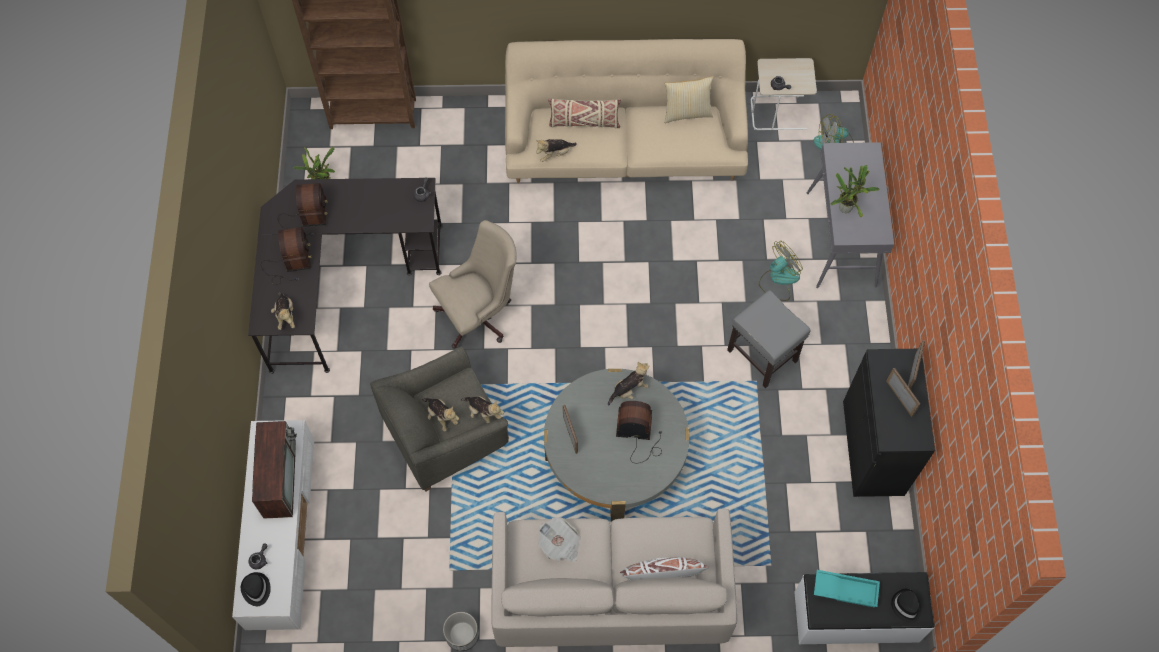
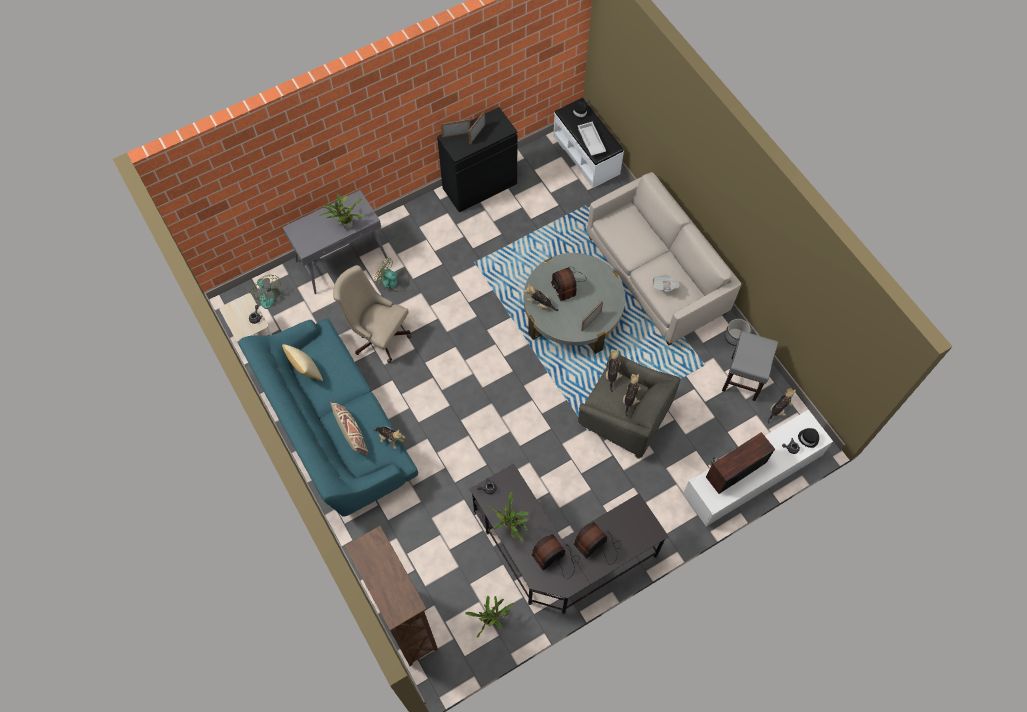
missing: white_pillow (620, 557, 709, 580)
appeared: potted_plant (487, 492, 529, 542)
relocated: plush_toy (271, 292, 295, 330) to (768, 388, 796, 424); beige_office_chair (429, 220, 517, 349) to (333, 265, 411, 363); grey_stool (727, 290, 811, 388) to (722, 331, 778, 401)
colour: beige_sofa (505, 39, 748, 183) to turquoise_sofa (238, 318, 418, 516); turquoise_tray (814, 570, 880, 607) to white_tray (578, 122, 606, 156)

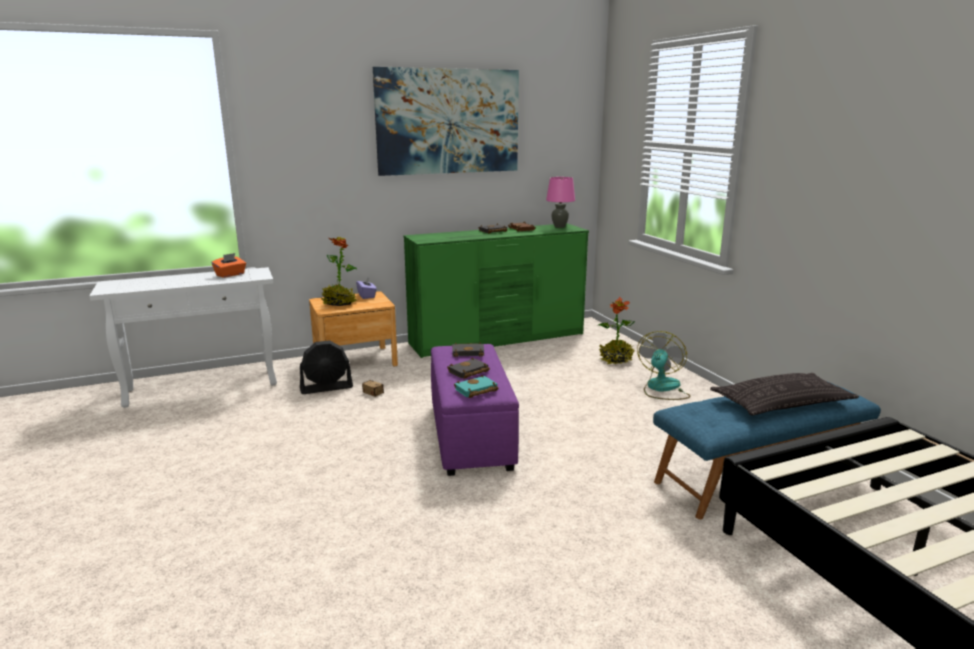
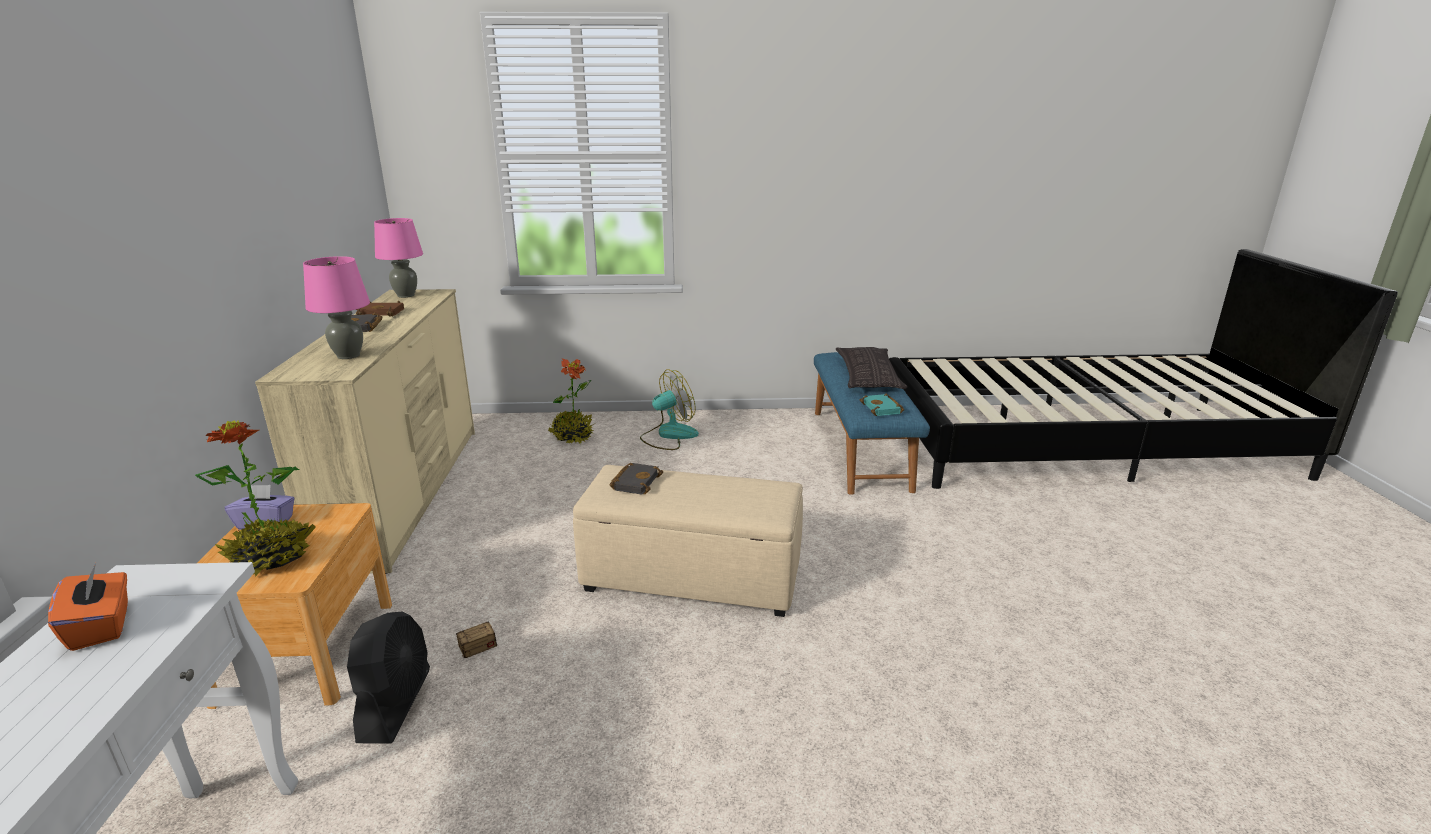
missing: picture (373, 67, 519, 176); black_book (447, 358, 490, 379)
appeared: pink_table_lamp (303, 256, 370, 359)
relocated: turquoise_book (454, 375, 498, 398) to (860, 394, 904, 416)
colour: green_dresser (403, 223, 589, 358) to beige_dresser (255, 289, 475, 574); purple_ottoman (431, 344, 519, 476) to beige_ottoman (573, 465, 803, 617)
spun: fan (637, 331, 691, 400) = (640, 369, 699, 450) 105 degrees clockwise

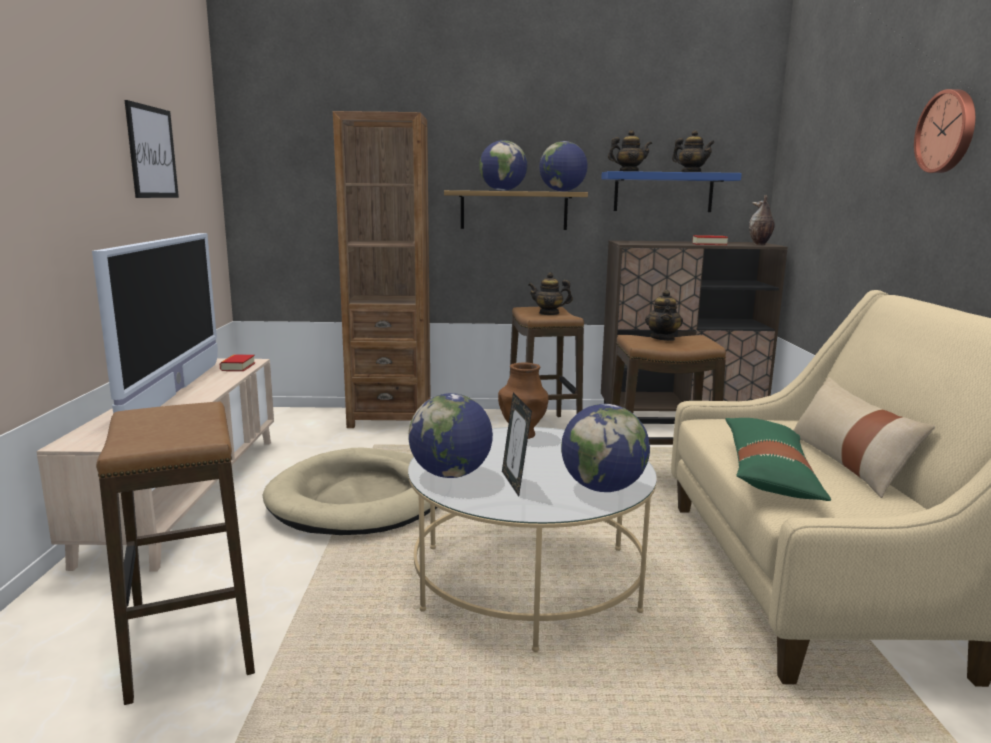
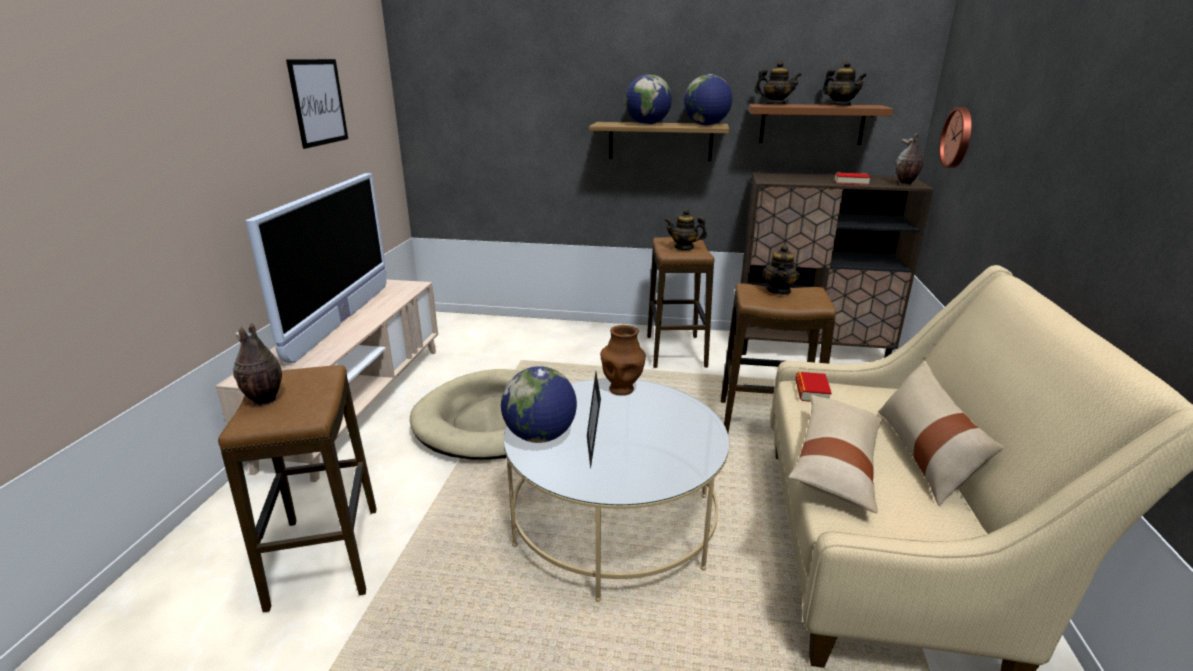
missing: brown_bookcase (333, 111, 431, 428); globe (561, 404, 650, 492)
appeared: vase (233, 322, 282, 406)
relocated: book (220, 354, 255, 371) to (795, 372, 832, 402); wall_clock (914, 89, 976, 173) to (939, 107, 972, 168)
colour: blue_shelf (601, 171, 742, 212) to brown_shelf (748, 104, 893, 145); green_pillow (725, 418, 831, 501) to beige_pillow (788, 395, 883, 513)

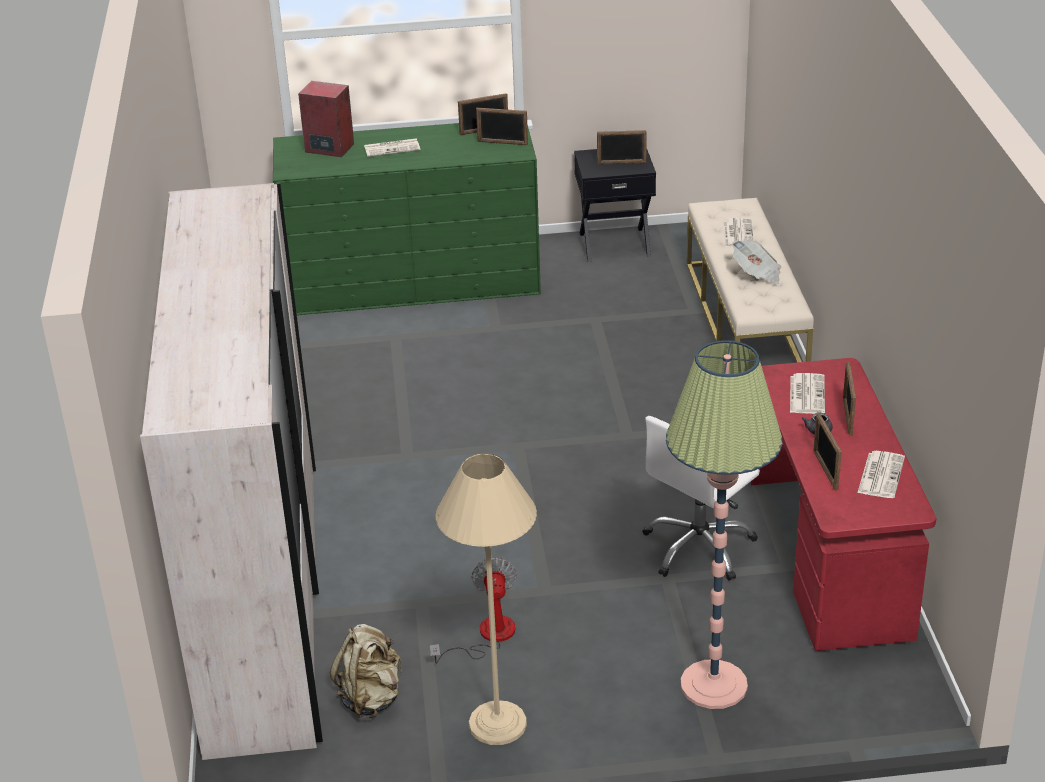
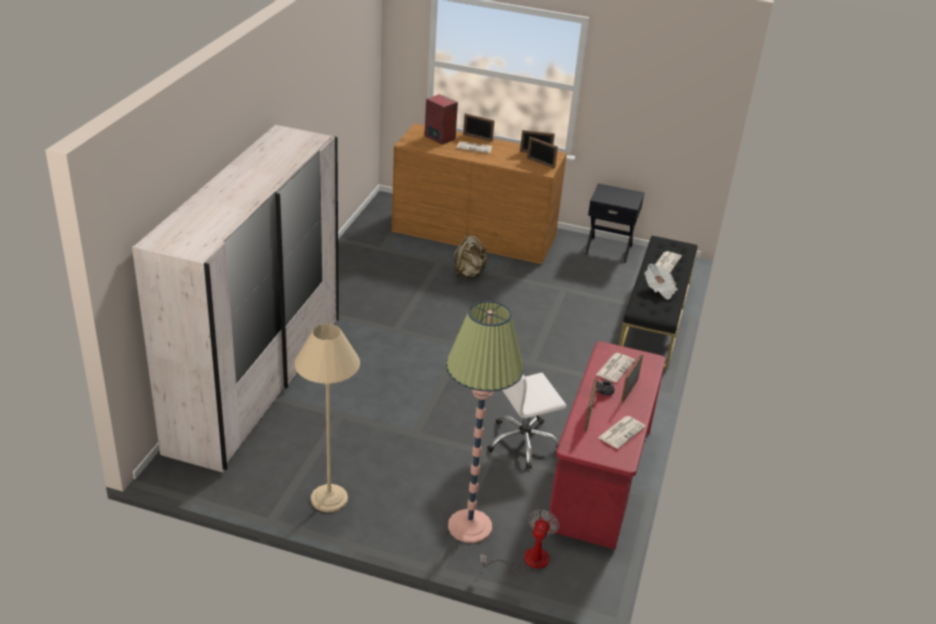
relocated: beige_backpack (330, 624, 403, 718) to (453, 233, 487, 279); fan (430, 557, 517, 664) to (480, 509, 560, 575); picture_frame (597, 130, 647, 165) to (463, 113, 495, 142)
colour: green_dresser (273, 123, 541, 315) to brown_dresser (392, 123, 567, 264); beige_bench (687, 198, 814, 363) to black_bench (619, 236, 698, 369)

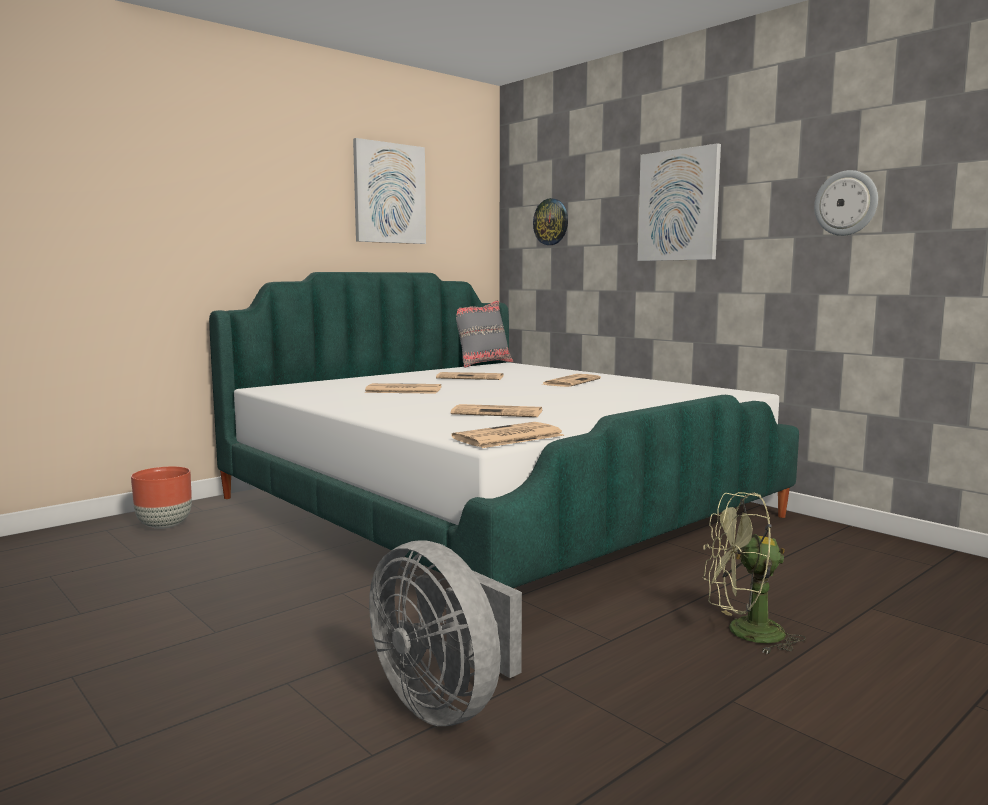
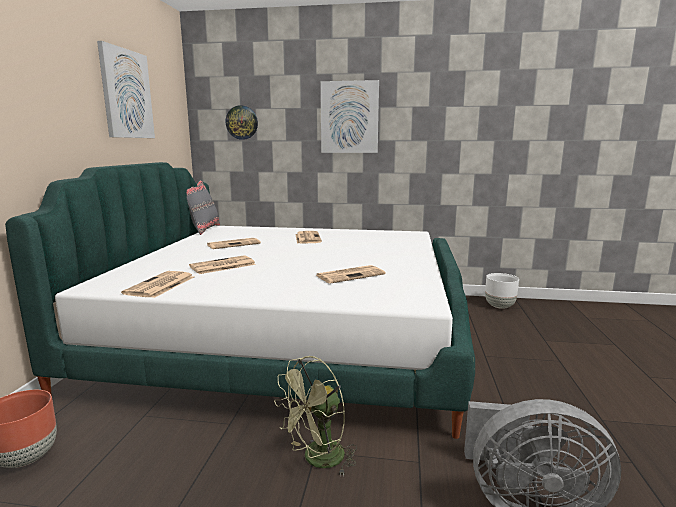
missing: wall_clock (814, 170, 878, 236)
appeared: white_planter (485, 273, 519, 309)
relocated: newspaper (451, 422, 564, 448) to (121, 271, 194, 298); green_fan (703, 492, 806, 654) to (274, 356, 357, 477)

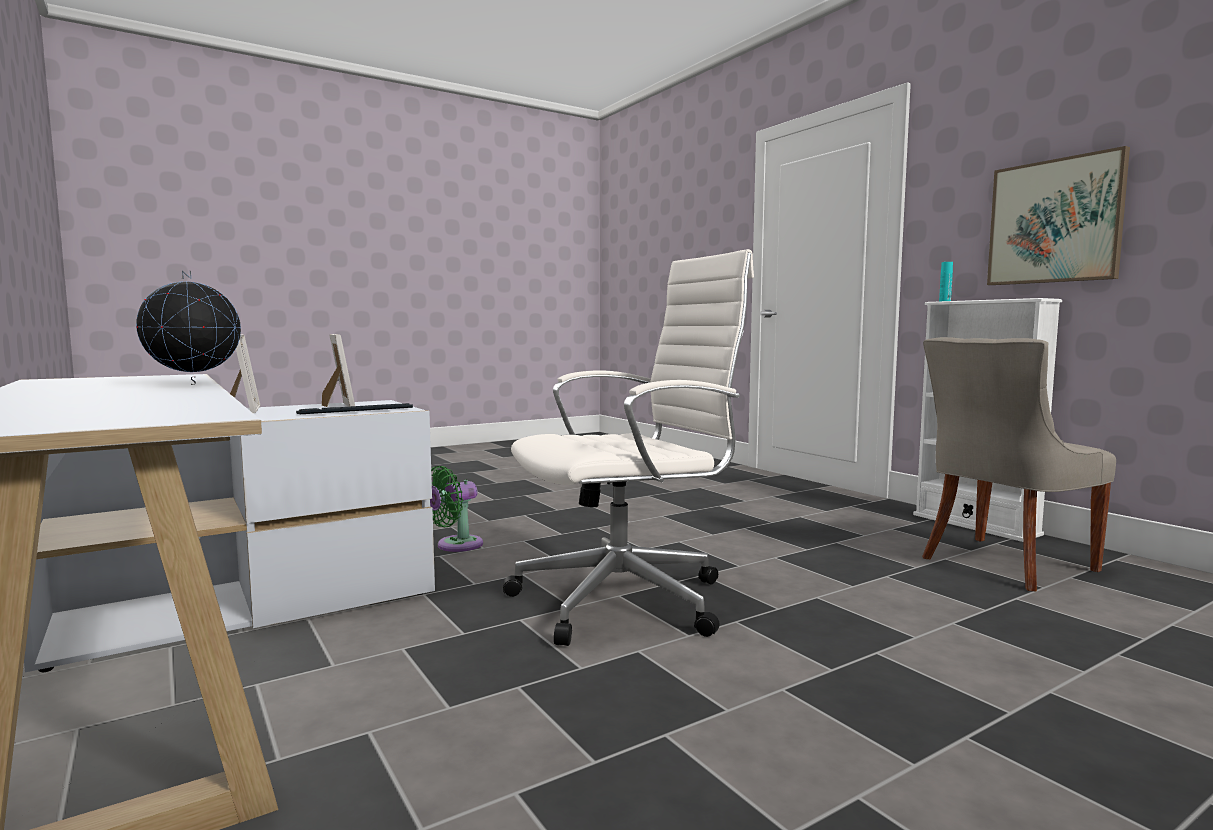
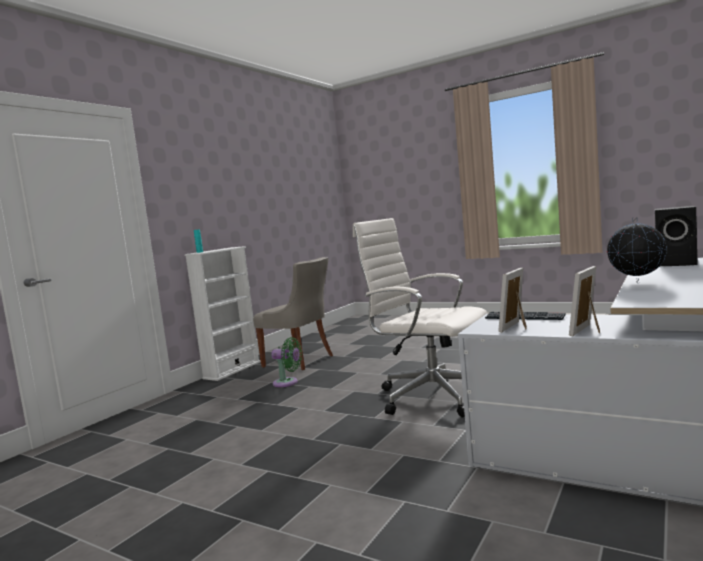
missing: picture (987, 146, 1130, 285)
appeared: black_speaker (655, 206, 697, 266)
relocated: green_fan (430, 466, 483, 552) to (271, 337, 302, 387)

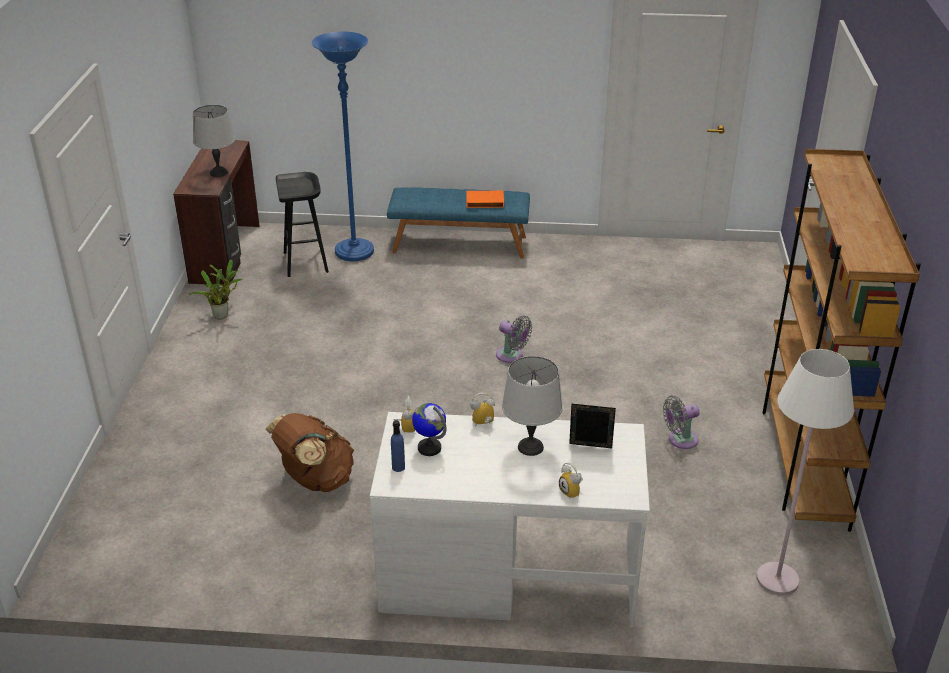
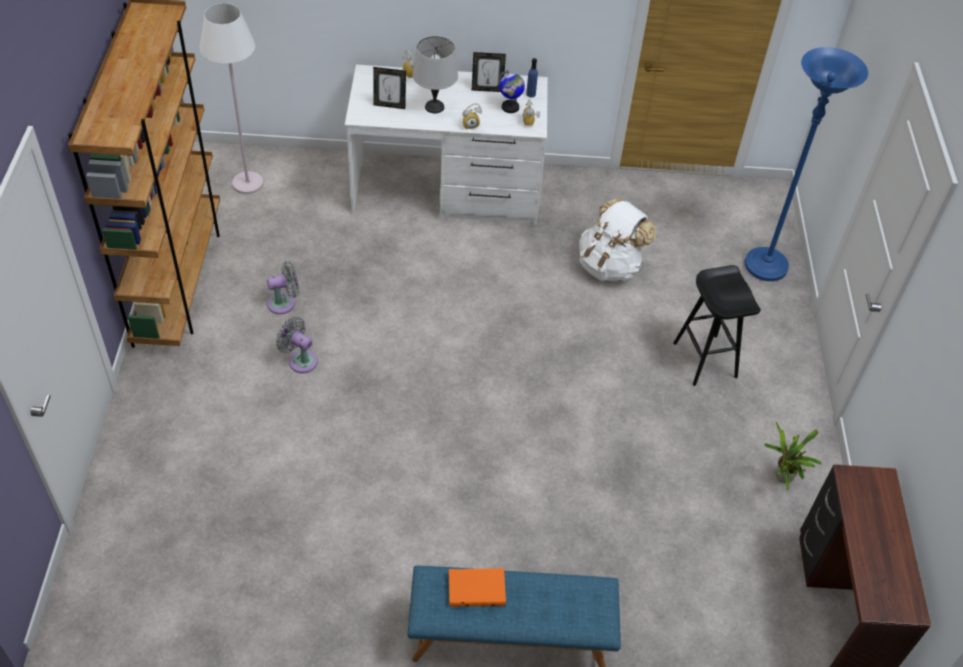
missing: grey_table_lamp (193, 105, 235, 177)
appeared: picture_frame (472, 52, 506, 92)
relocated: black_stool (276, 172, 329, 277) to (673, 265, 761, 386); blue_floor_lamp (312, 31, 374, 261) to (745, 47, 868, 281); grey_fan (496, 316, 532, 363) to (276, 317, 318, 373)
colour: brown_backpack (265, 413, 354, 492) to white_backpack (579, 198, 657, 281)

